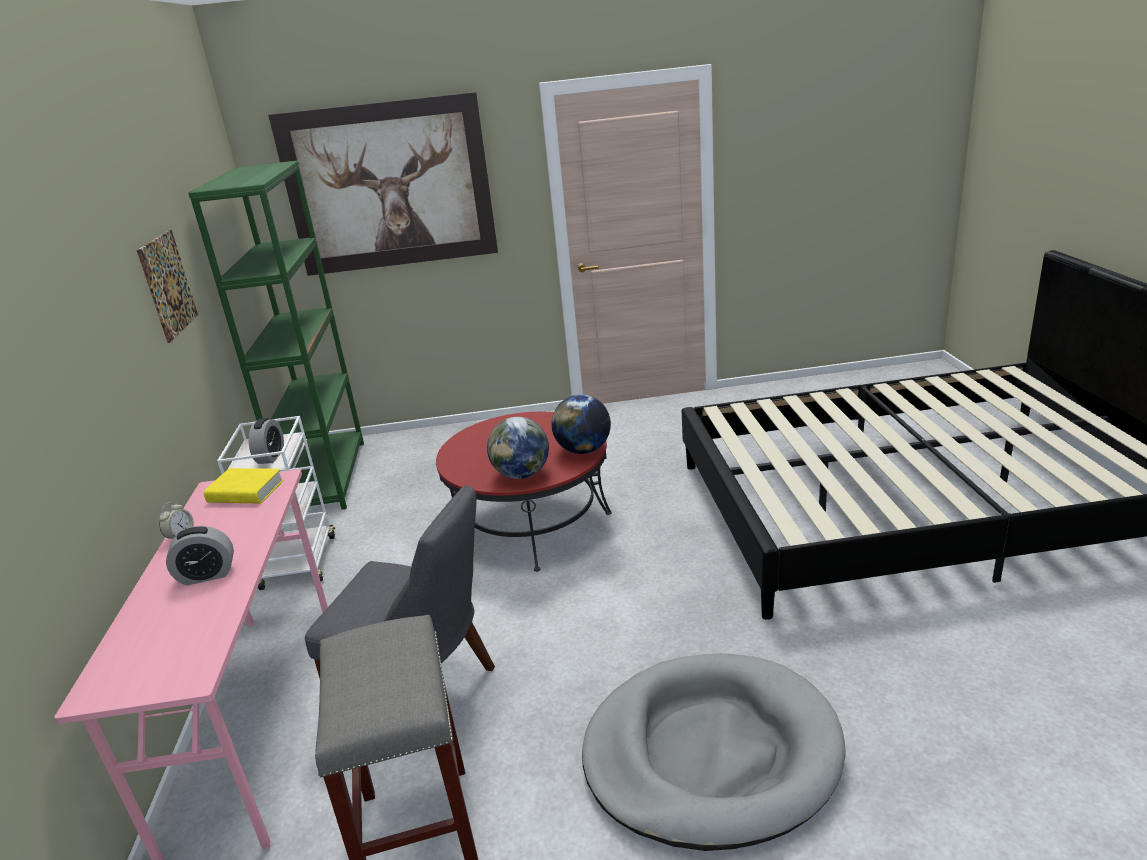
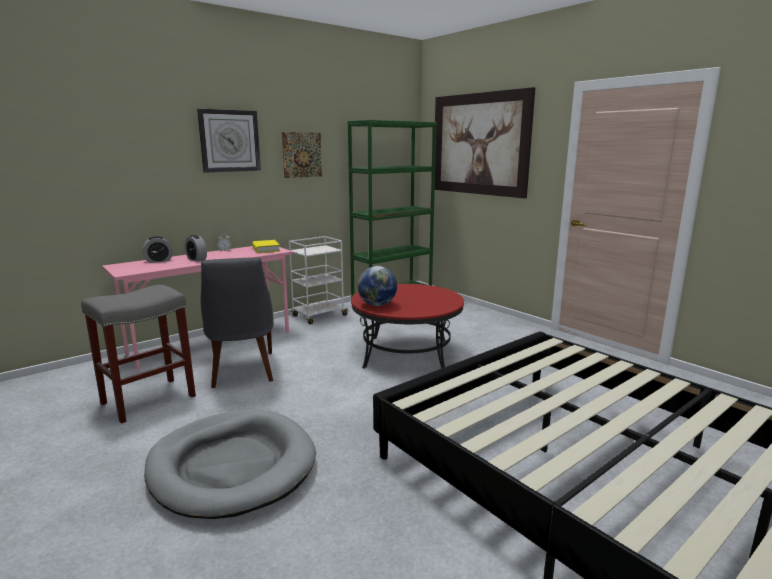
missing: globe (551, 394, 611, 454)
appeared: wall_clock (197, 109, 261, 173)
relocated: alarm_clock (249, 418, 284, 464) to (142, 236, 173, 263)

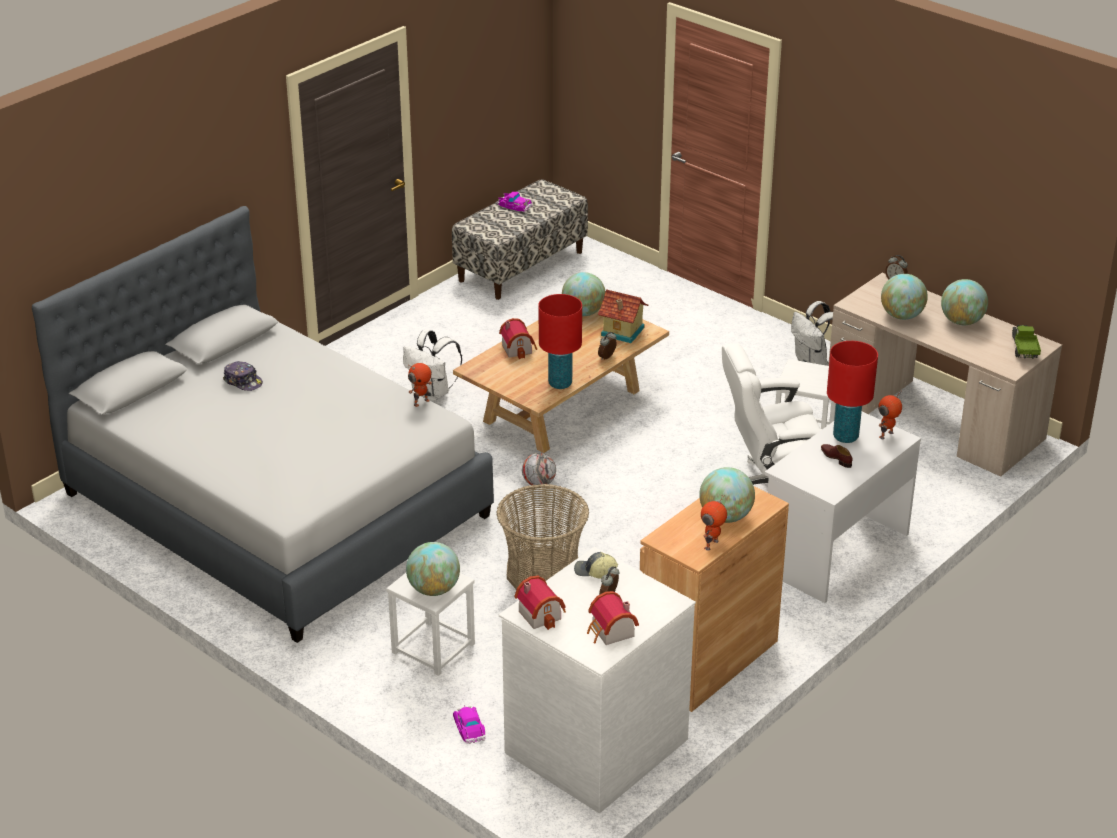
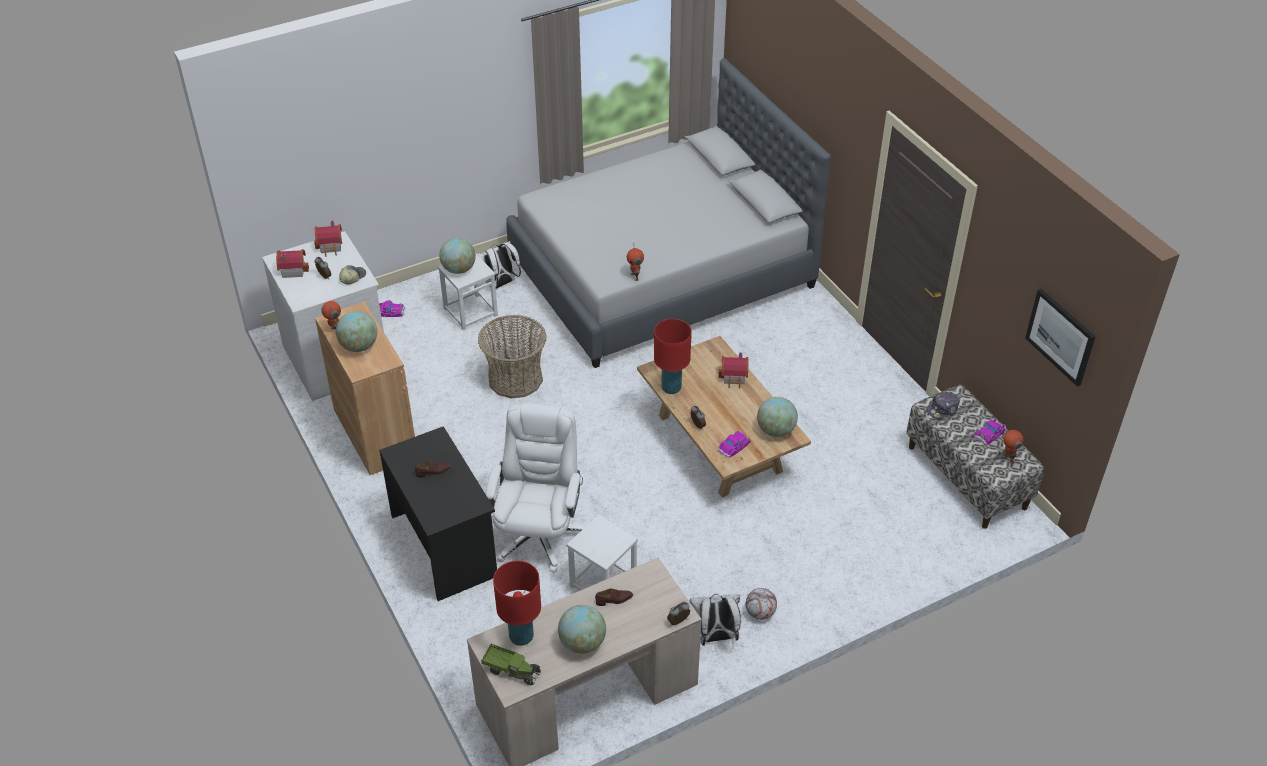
appeared: picture (1025, 289, 1096, 387)
relocated: cap (223, 361, 263, 391) to (927, 392, 959, 419); white_backpack (403, 329, 462, 401) to (477, 241, 521, 289); football (522, 453, 556, 485) to (746, 588, 777, 620); red_table_lamp (827, 341, 878, 443) to (493, 561, 541, 646); toy_robot (878, 391, 902, 439) to (1003, 430, 1023, 464)
exchanged: toy_house (598, 289, 649, 343) to toy_car (717, 431, 751, 458); globe (881, 274, 928, 320) to brown_shoe (595, 589, 633, 606)
colour: white_desk (765, 412, 921, 603) to black_desk (379, 426, 497, 601)

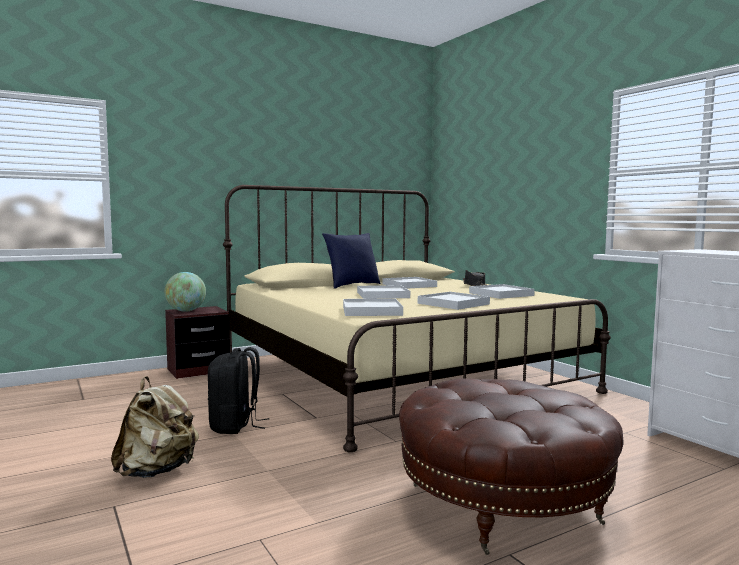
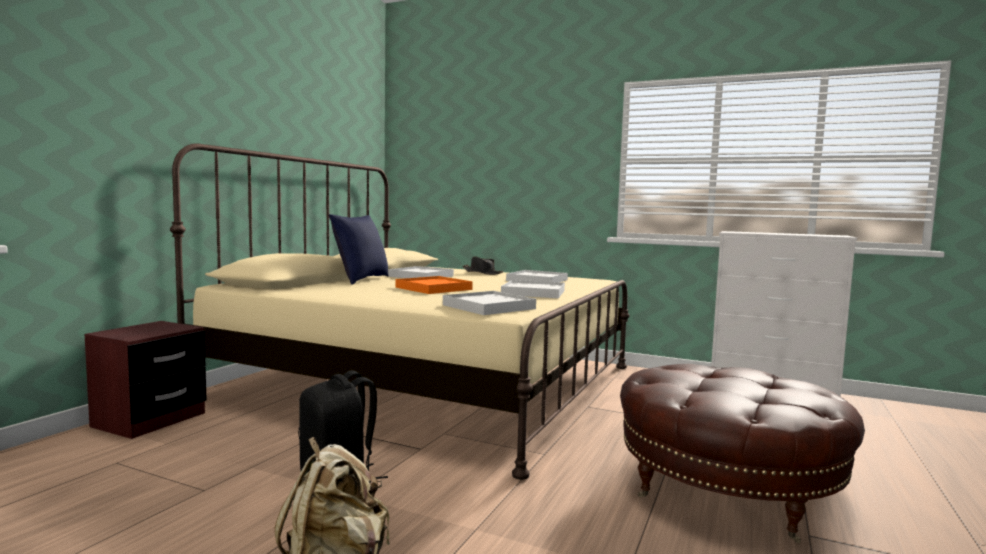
missing: globe (165, 272, 206, 312)
colour: white_tray (357, 285, 410, 299) to orange_tray (396, 276, 473, 294)

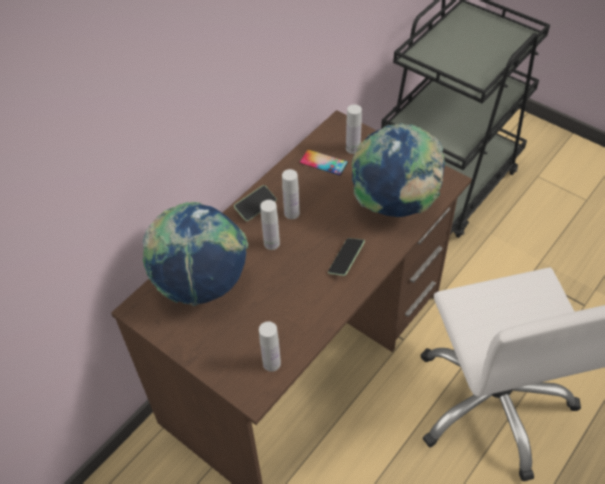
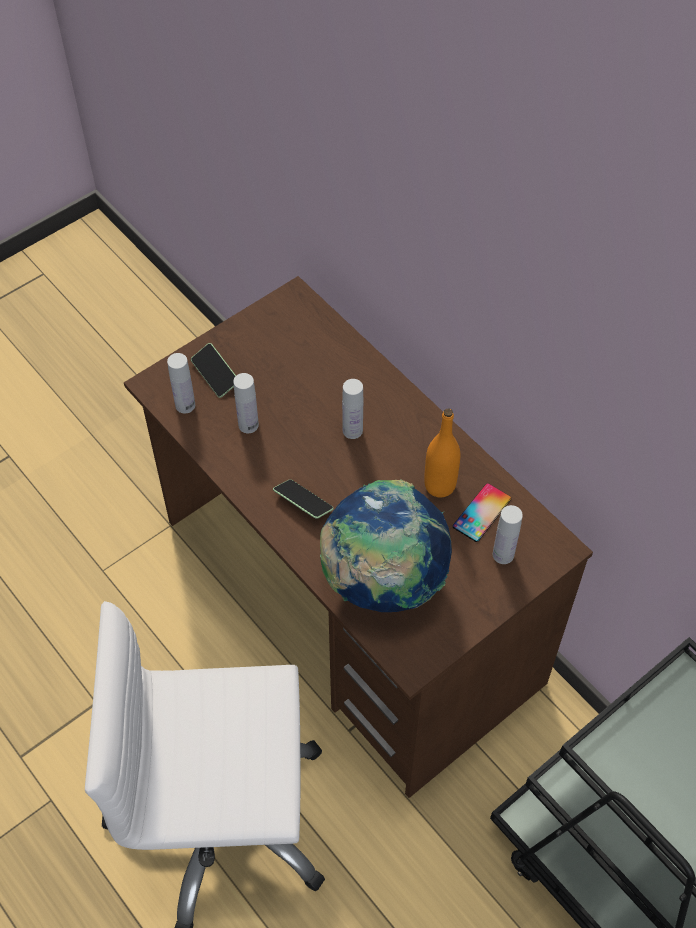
missing: globe (143, 202, 248, 306)
appeared: orange_bottle (424, 408, 460, 497)
relocated: phone (234, 185, 277, 221) to (191, 343, 236, 398); white_bottle (282, 169, 300, 219) to (233, 373, 259, 433)

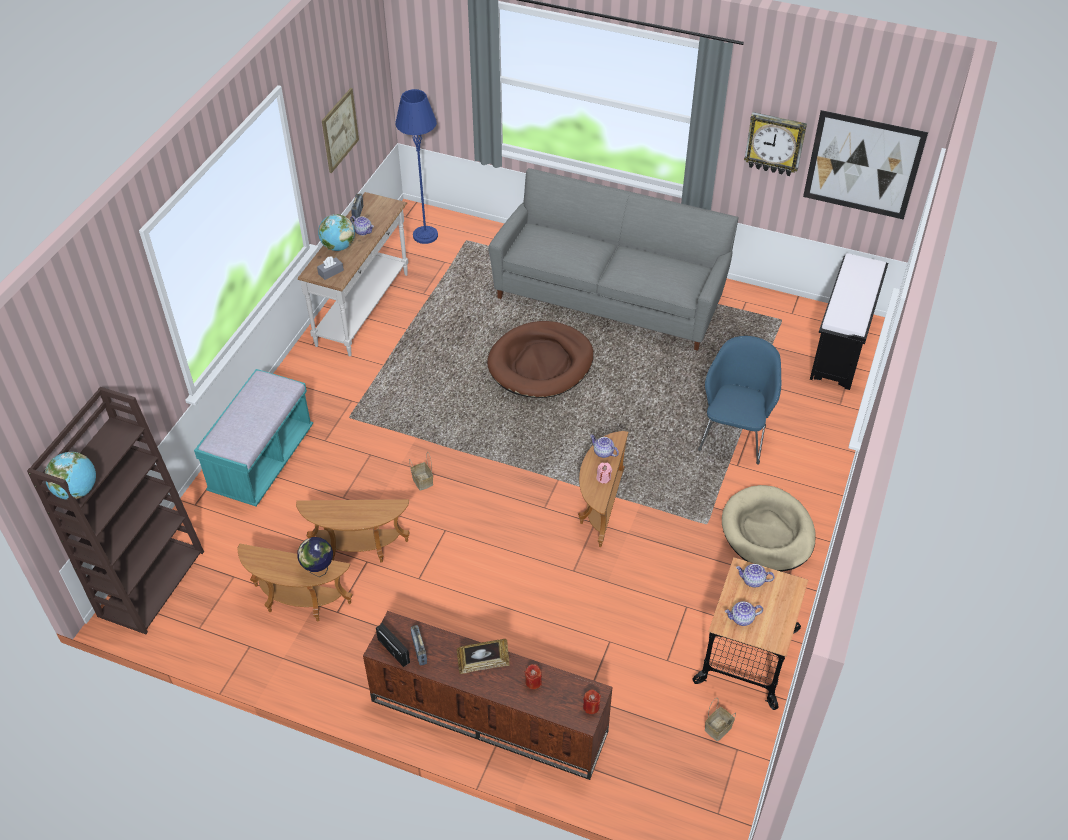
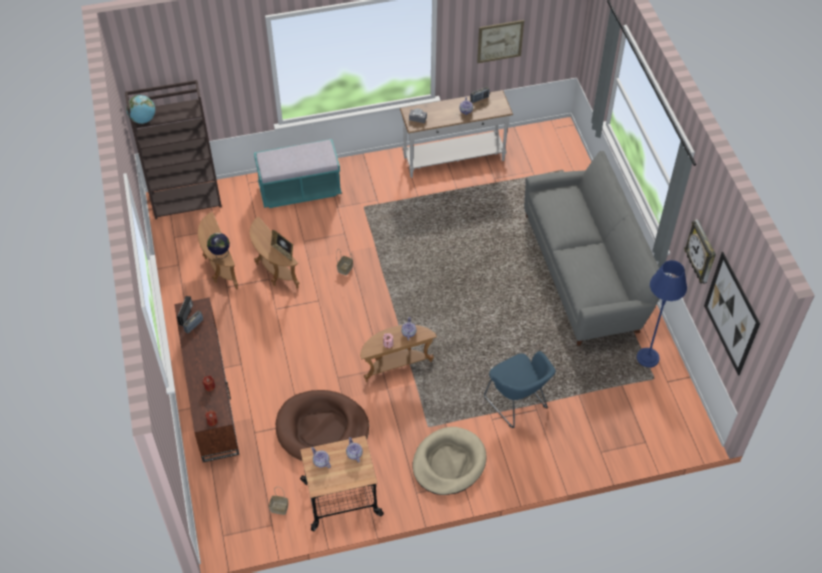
missing: globe (318, 214, 355, 251); black_bench (810, 253, 888, 390)
relocated: blue_floor_lamp (395, 89, 438, 244) to (637, 260, 687, 368); picture_frame (457, 639, 510, 674) to (271, 230, 293, 261); brown_dog_bed (487, 321, 594, 398) to (276, 390, 369, 461)
spun: blue_armchair (698, 336, 781, 464) = (484, 351, 556, 428) 75 degrees clockwise

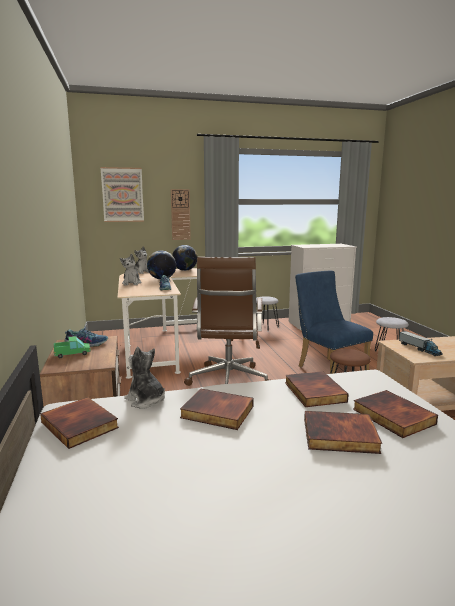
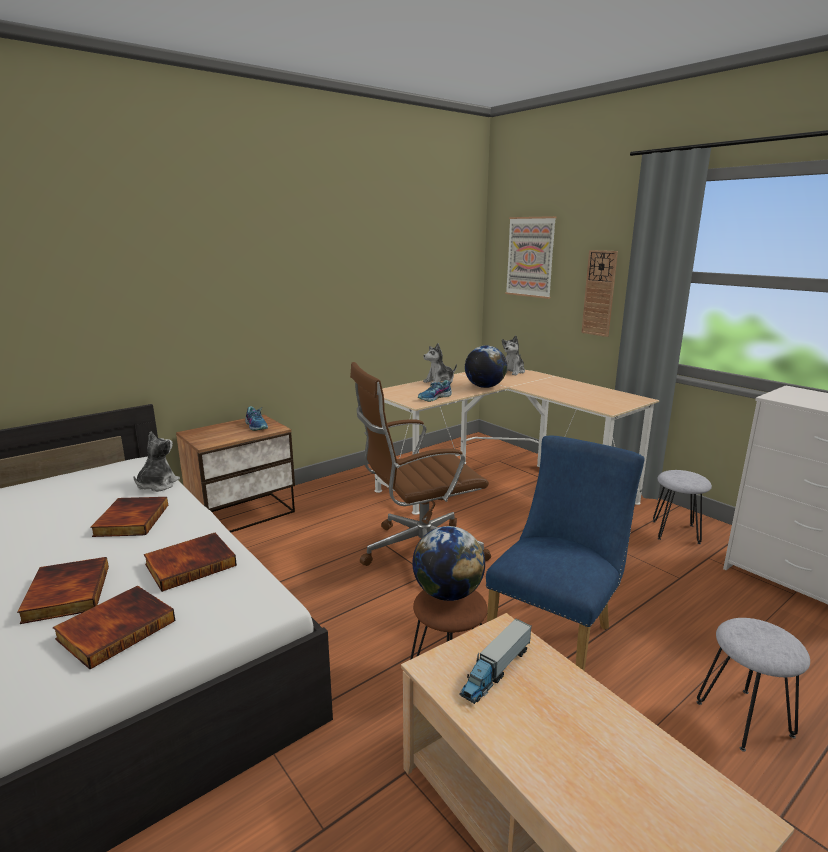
missing: book (40, 397, 119, 449); toy_truck (54, 336, 91, 358)
relocated: globe (172, 245, 198, 271) to (412, 526, 485, 601)

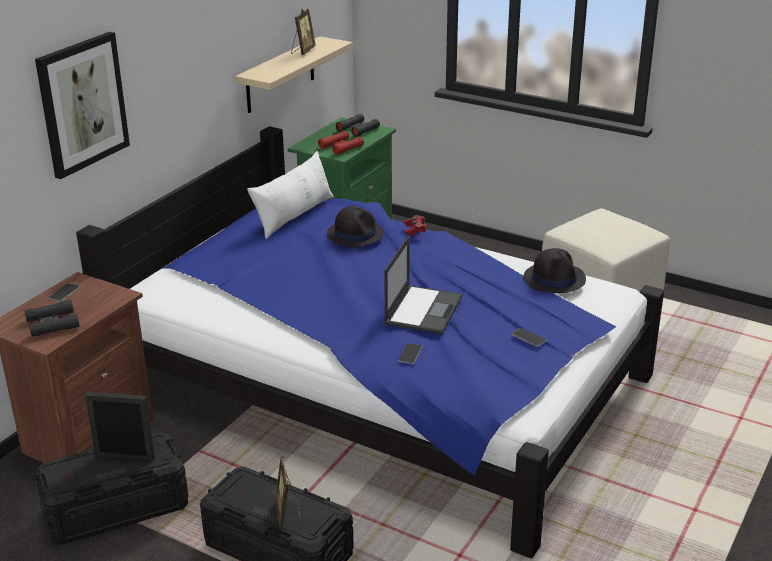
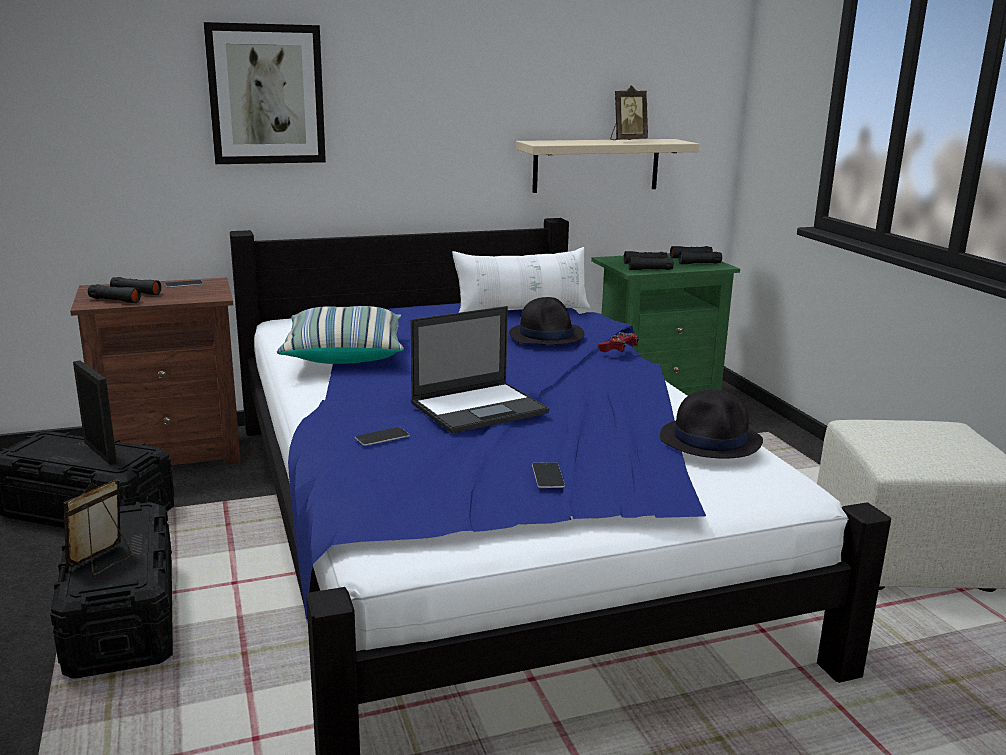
appeared: pillow (277, 306, 404, 364)
colour: red_binoculars (318, 131, 364, 155) to black_binoculars (624, 251, 674, 270)

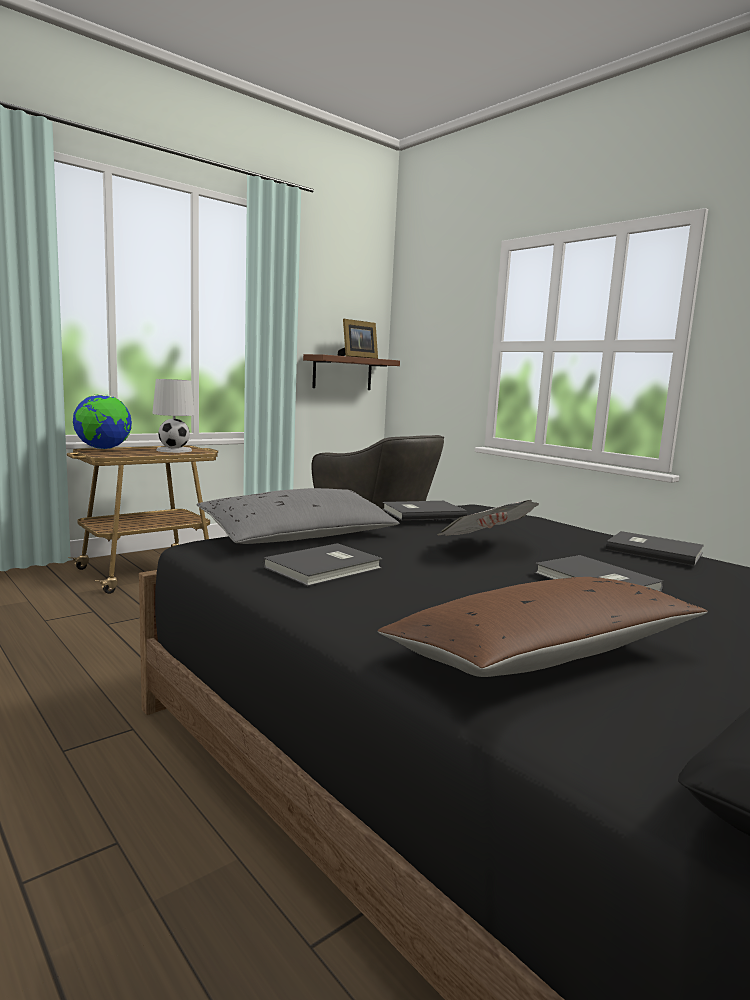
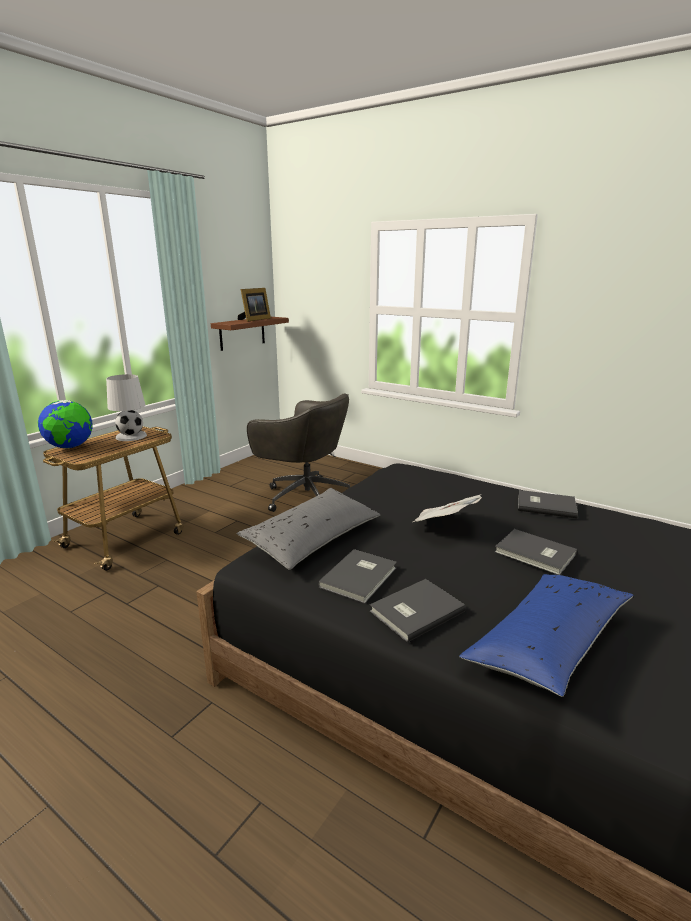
relocated: grey_book (383, 501, 467, 520) to (370, 579, 466, 642)
colour: brown_pillow (378, 577, 707, 677) to blue_pillow (459, 574, 634, 697)

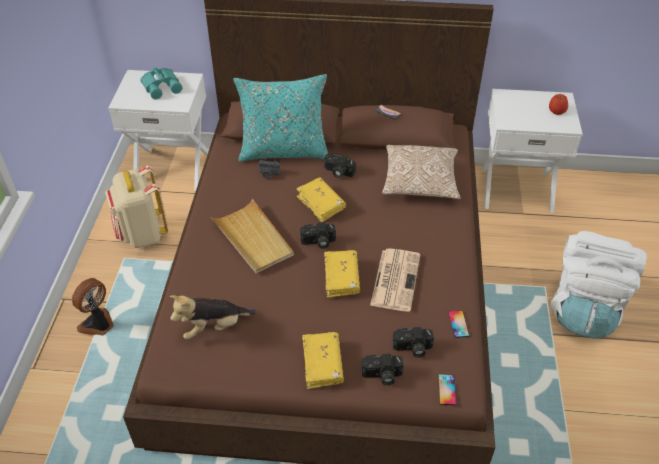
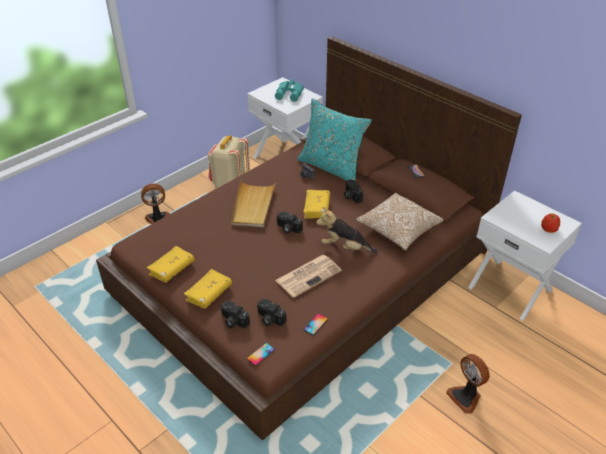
relocated: plush_toy (170, 295, 256, 339) to (316, 207, 377, 253); yellow_book (324, 250, 360, 298) to (147, 246, 194, 283)
exchanged: white_backpack (550, 231, 647, 338) to fan (446, 354, 490, 414)

